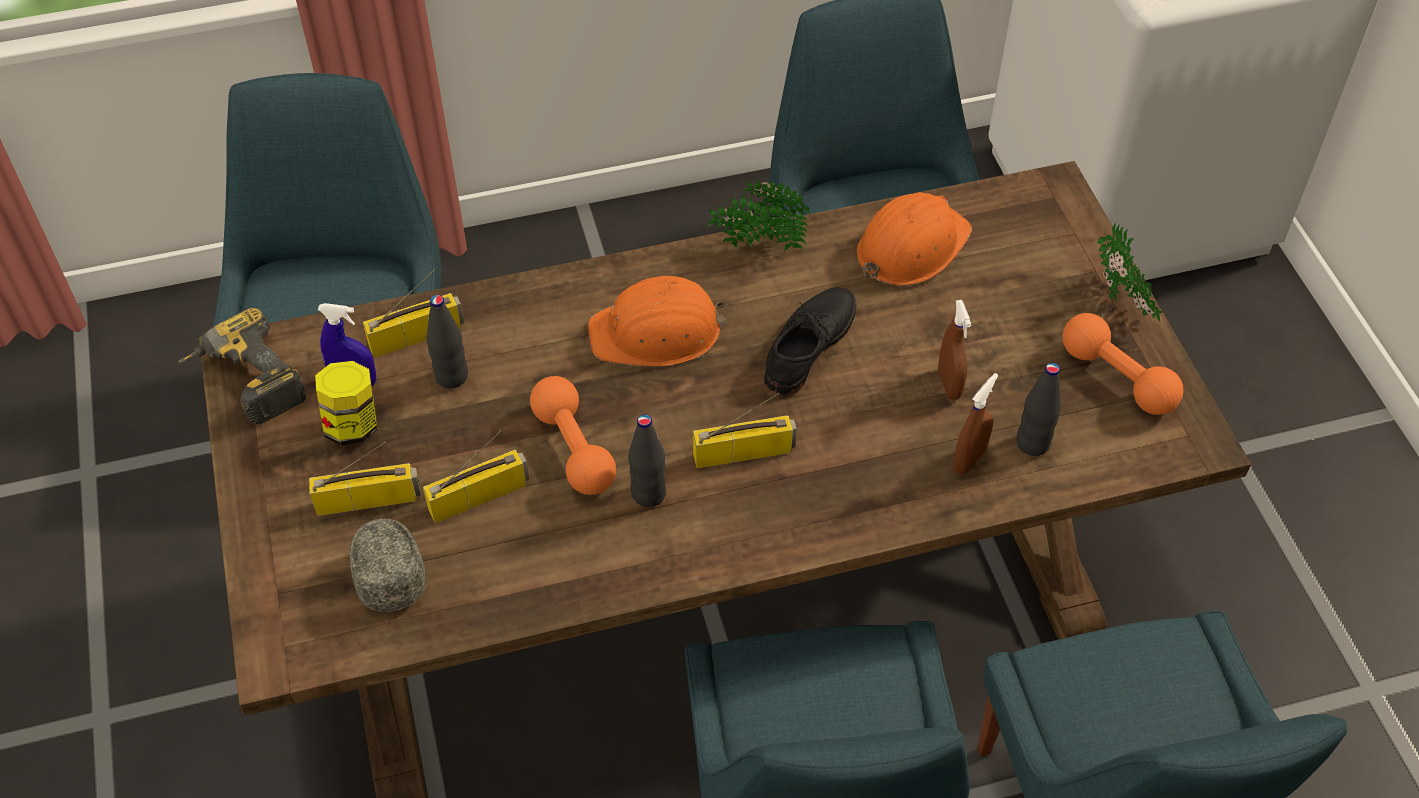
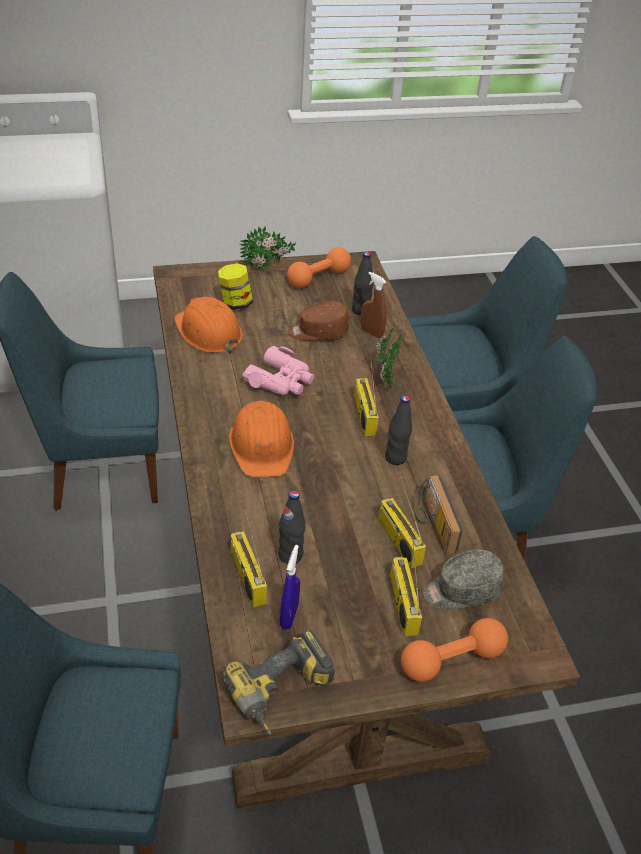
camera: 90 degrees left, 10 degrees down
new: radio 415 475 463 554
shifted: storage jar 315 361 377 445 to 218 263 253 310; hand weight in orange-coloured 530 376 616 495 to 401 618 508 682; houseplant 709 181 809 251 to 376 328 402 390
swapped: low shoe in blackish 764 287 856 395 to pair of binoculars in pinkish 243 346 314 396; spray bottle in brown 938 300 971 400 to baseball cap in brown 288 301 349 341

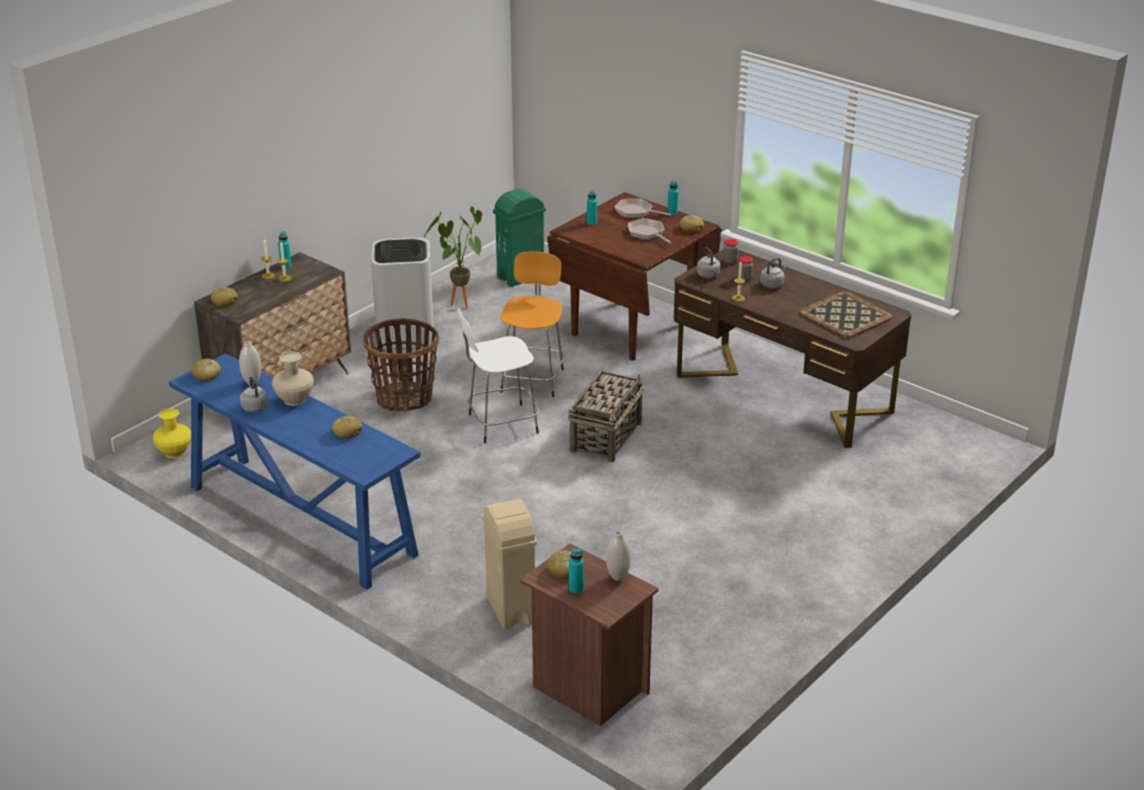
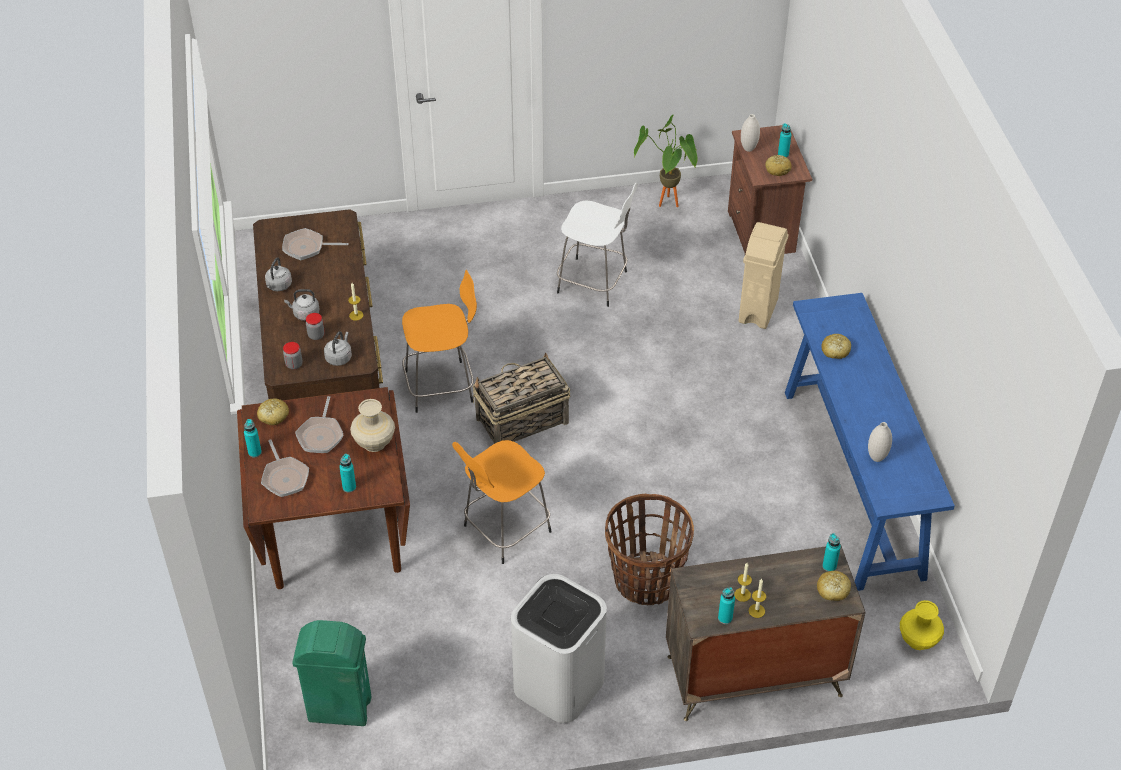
camera: 140 degrees left, 15 degrees up
gone: bread 192 359 221 381
new: sitting stool in orange-coloured 402 270 477 413; bottle in blue-green 822 533 841 572
shifted: kettle in greyish 240 376 268 412 to 265 257 292 291; vase in sand-coloured 272 351 314 406 to 350 399 395 452; houseplant 424 206 482 309 to 634 115 698 207; sitting stool in white 457 308 539 443 to 557 183 638 307
swapped: carrying tray 799 291 893 338 to pan 282 228 348 260

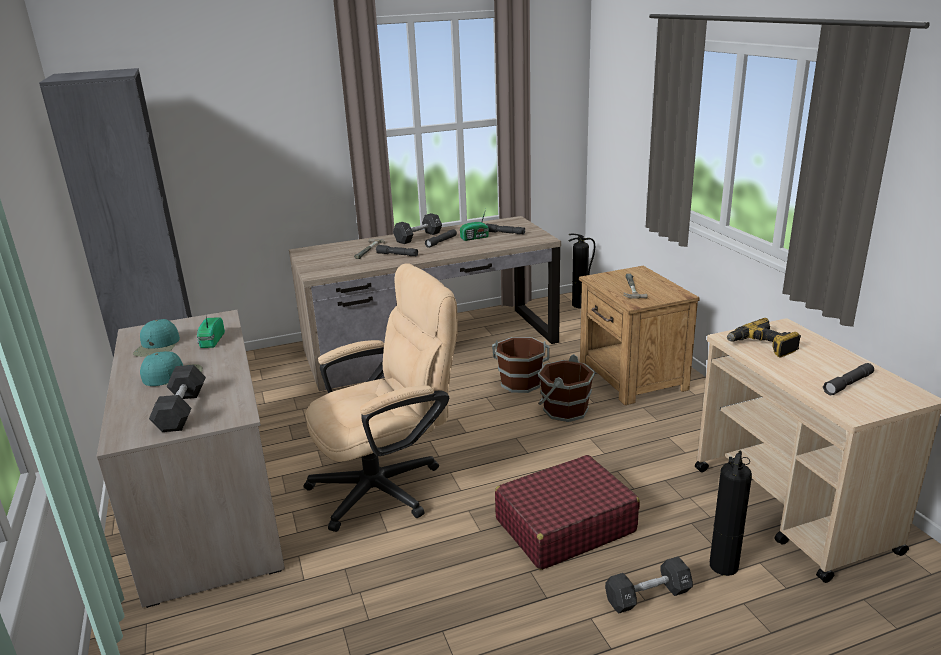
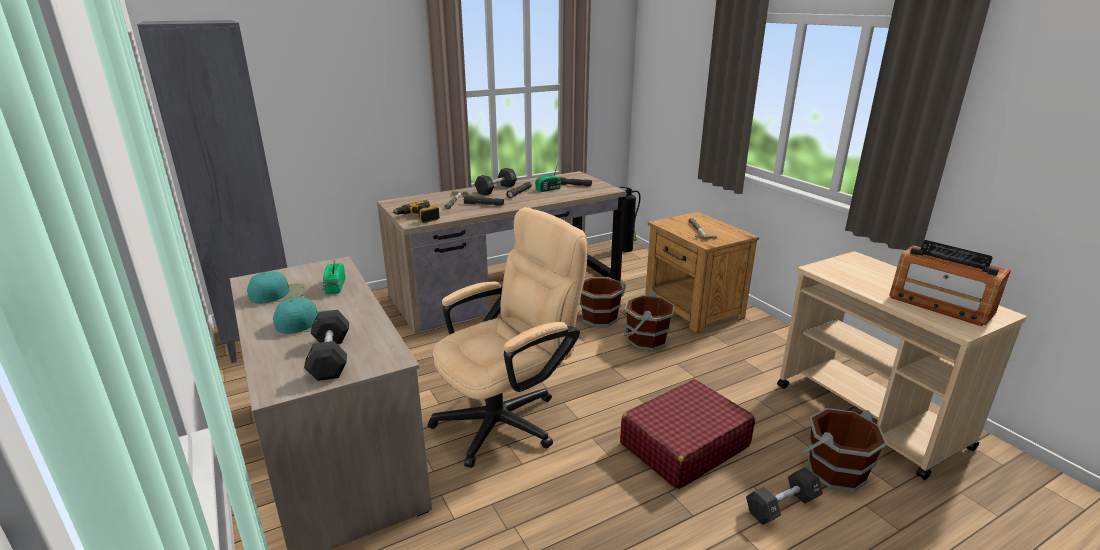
camera: 10 degrees left, 0 degrees up
shifted: drill 727 318 801 357 to 393 200 440 223
swapped: extinguisher 710 451 752 576 to pail in brown 802 408 887 492; hand torch in greyish 823 363 874 395 to radio 889 240 1011 326
rotated: baseball cap in blue-green 133 319 180 357 = 247 271 307 304 105 degrees counterclockwise

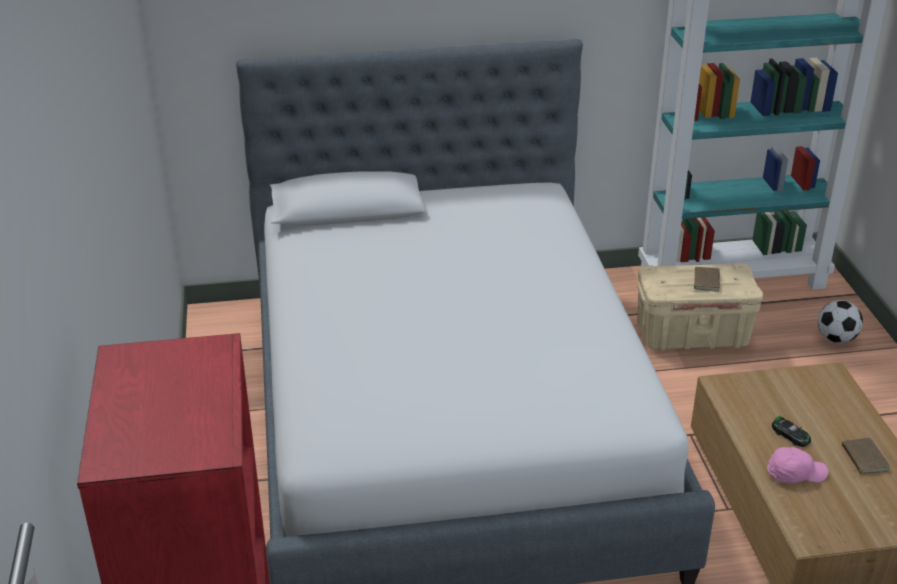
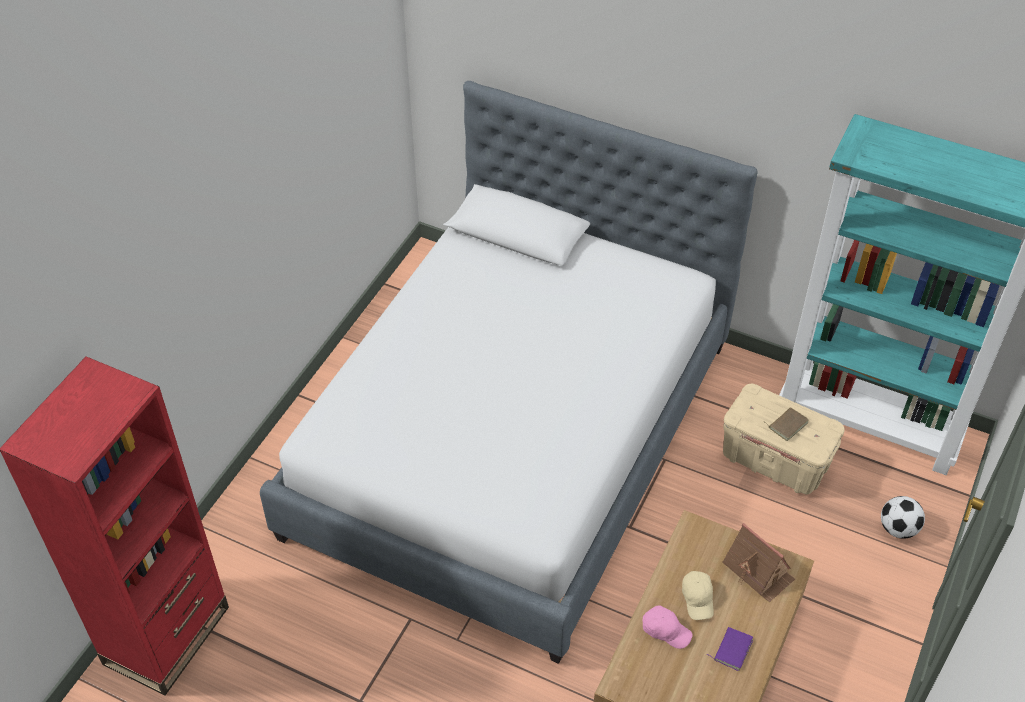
camera: 35 degrees right, 15 degrees up
new: toy house 722 523 795 603
swapped: miniature car 772 416 811 447 to baseball cap in sand-coloured 682 571 714 620
repainted: volume in brown 842 438 890 474 to volume in purple 706 627 753 671

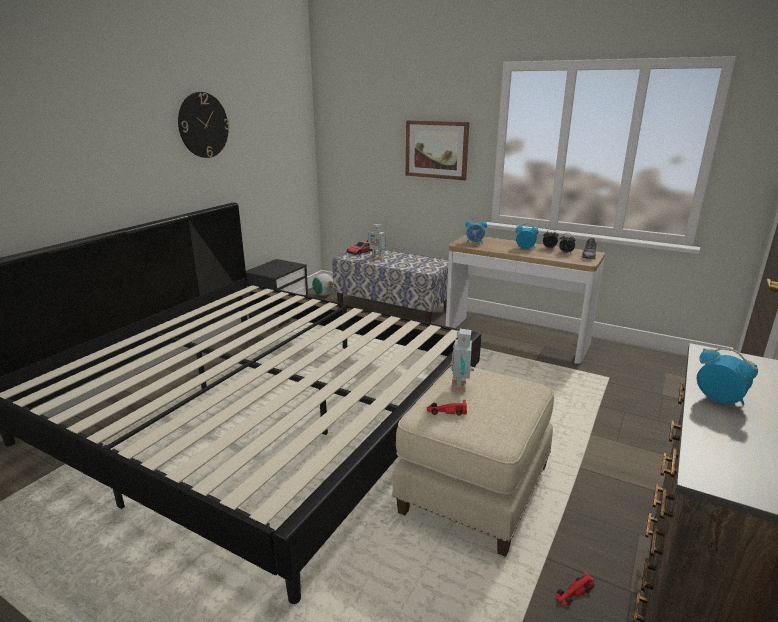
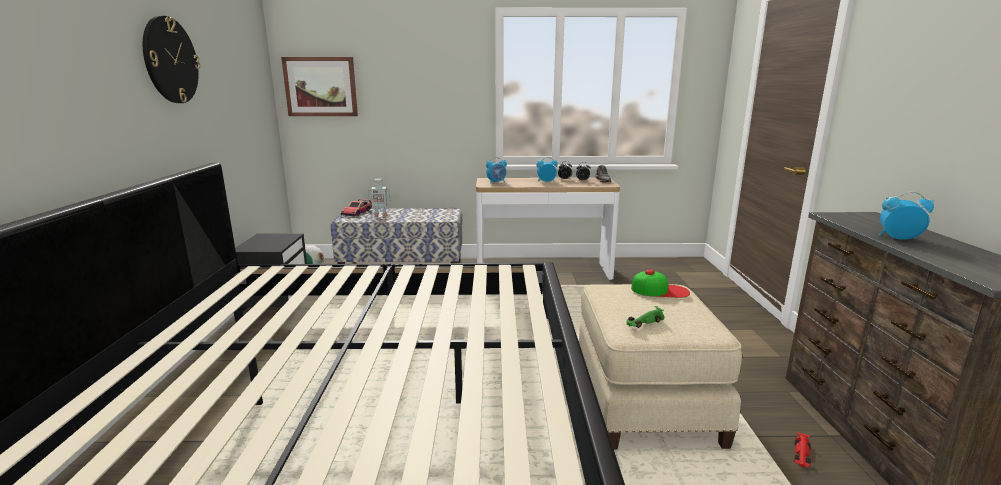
camera: 30 degrees left, 5 degrees down
gone: model robot 450 329 474 392
new: baseball cap 631 270 690 298
shifted: picture 406 120 469 180 to 281 57 358 116
repainted: miniature car in red 427 400 467 416 to miniature car in greenish 626 306 664 328

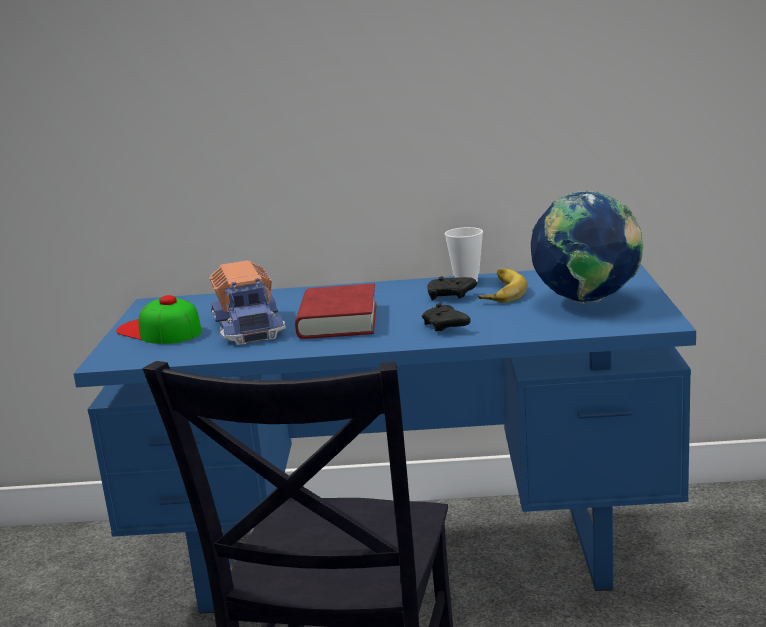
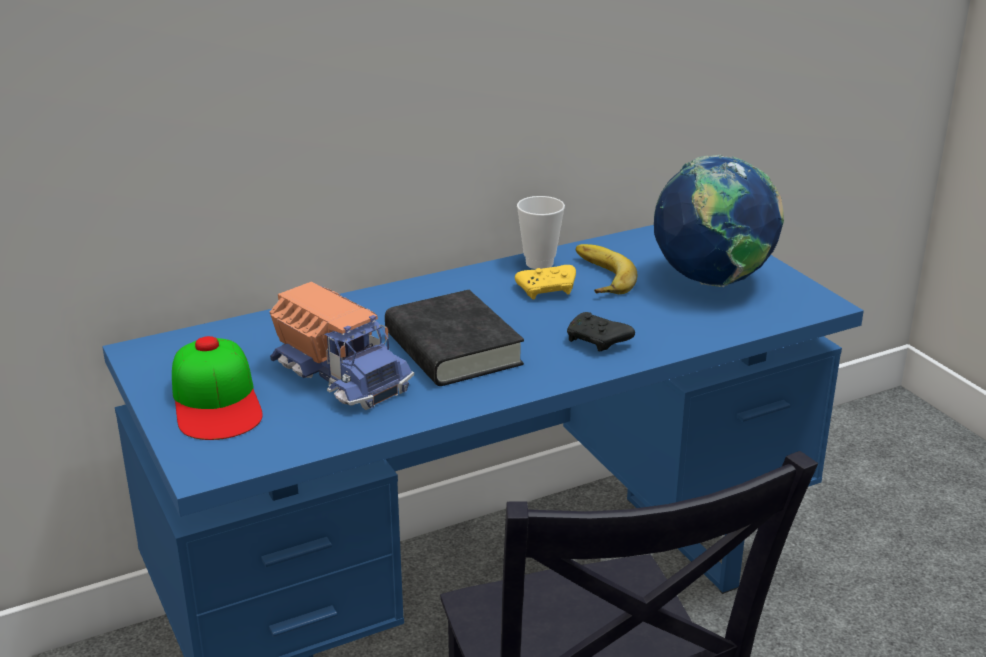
camera: 30 degrees left, 10 degrees up
repainted: volume in red 295 283 377 339 to volume in blackish 385 290 524 386; game controller in blackish 427 276 477 300 to game controller in yellow-coloured 515 265 576 299
rotated: baseball cap 116 295 202 344 = 172 336 263 440 120 degrees counterclockwise

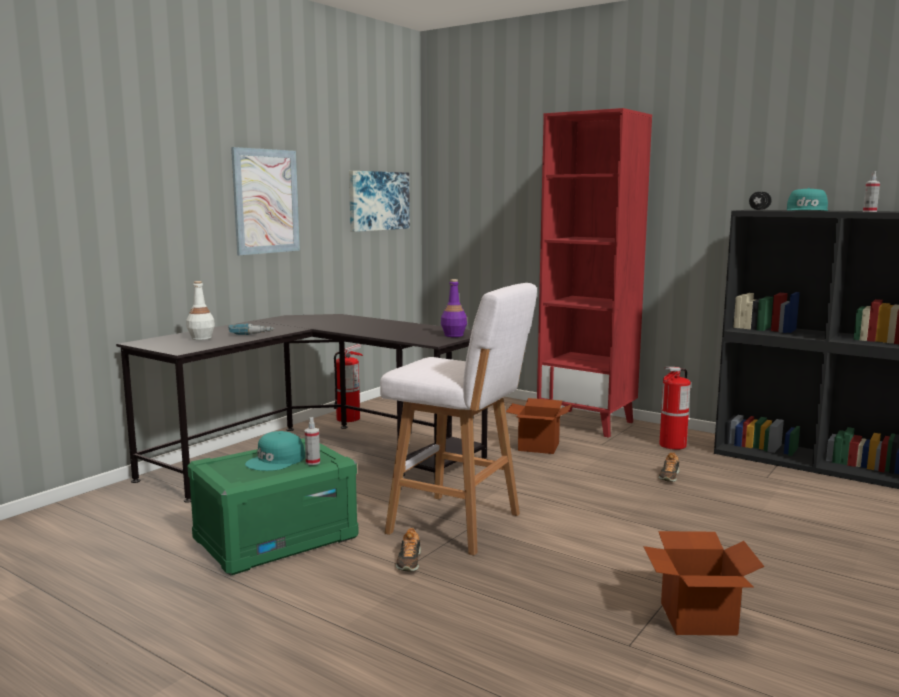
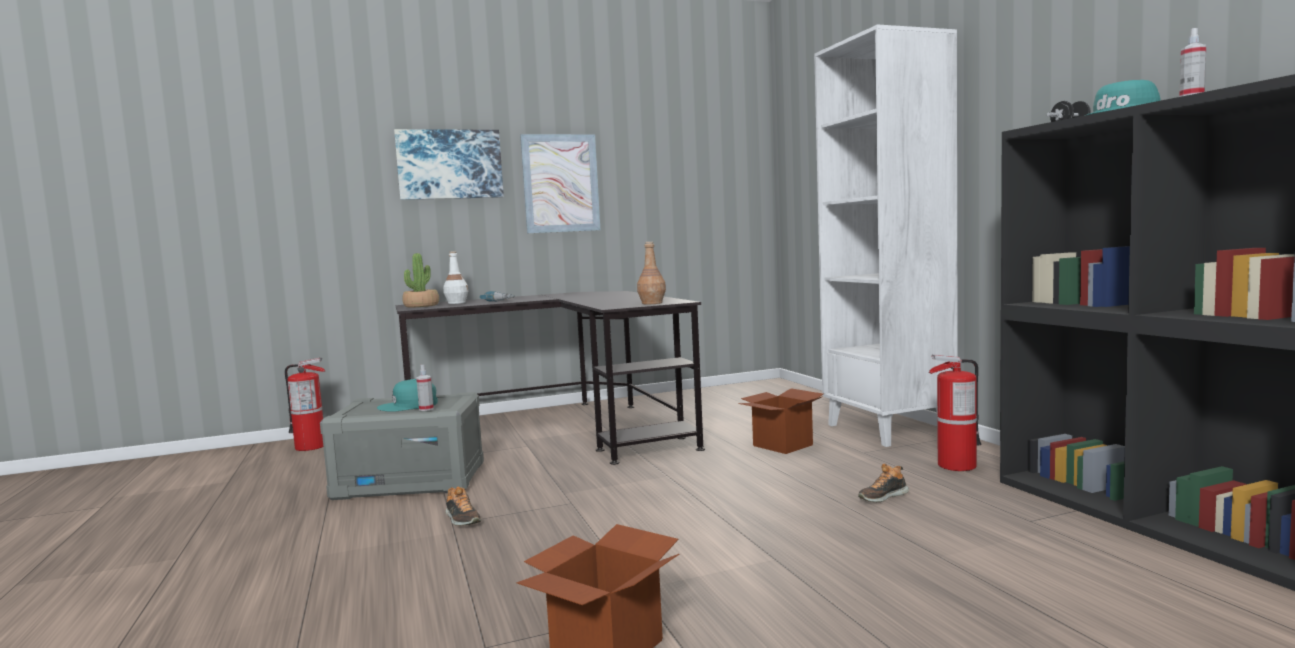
camera: 35 degrees right, 5 degrees down
gone: sitting stool in white 380 283 537 556
new: houseplant 402 253 439 308
shifted: extinguisher 334 344 363 422 to 285 357 325 451; picture 349 171 410 232 to 394 129 504 200
repainted: storage box in greenish 188 438 359 576 to storage box in greyish 320 392 484 500; bottle in purple 441 279 467 337 to bottle in brown 637 242 666 304; bookshelf in red 537 108 652 438 to bookshelf in white 814 24 958 447
rotated: low shoe 396 527 421 571 = 446 486 482 526 75 degrees counterclockwise

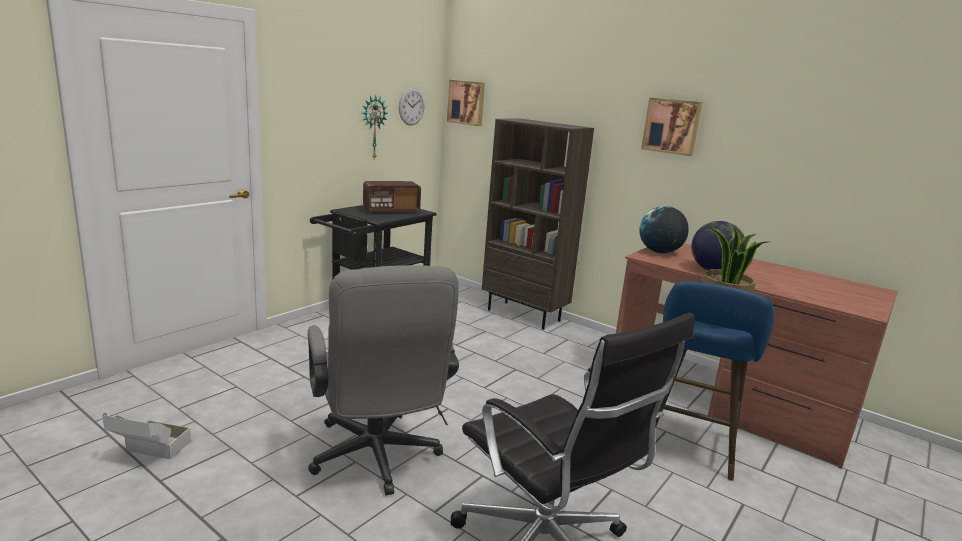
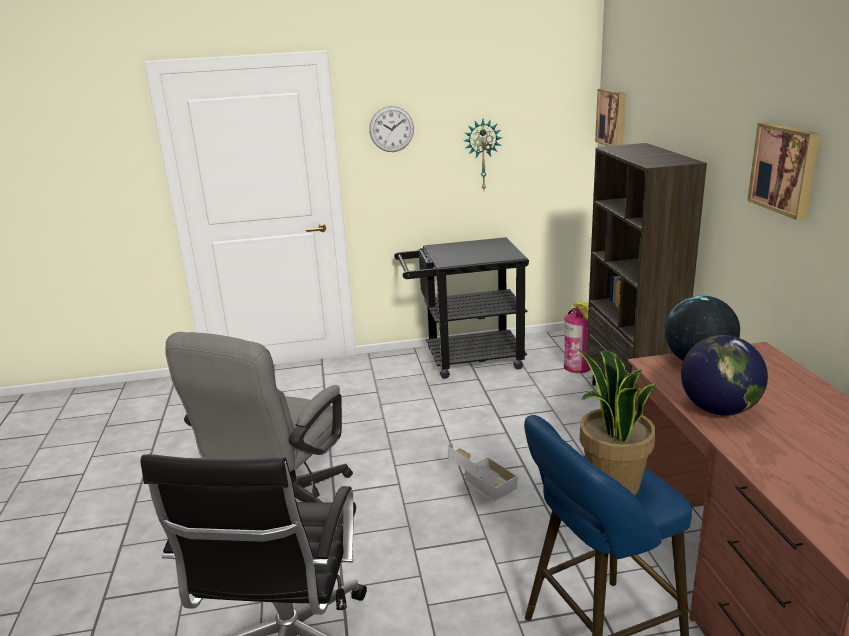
camera: 45 degrees right, 5 degrees up
gone: radio 363 181 421 214
new: extinguisher 564 302 591 373
shifted: carton 103 413 191 459 to 448 444 518 501; wall clock 399 88 424 126 to 369 106 414 152

